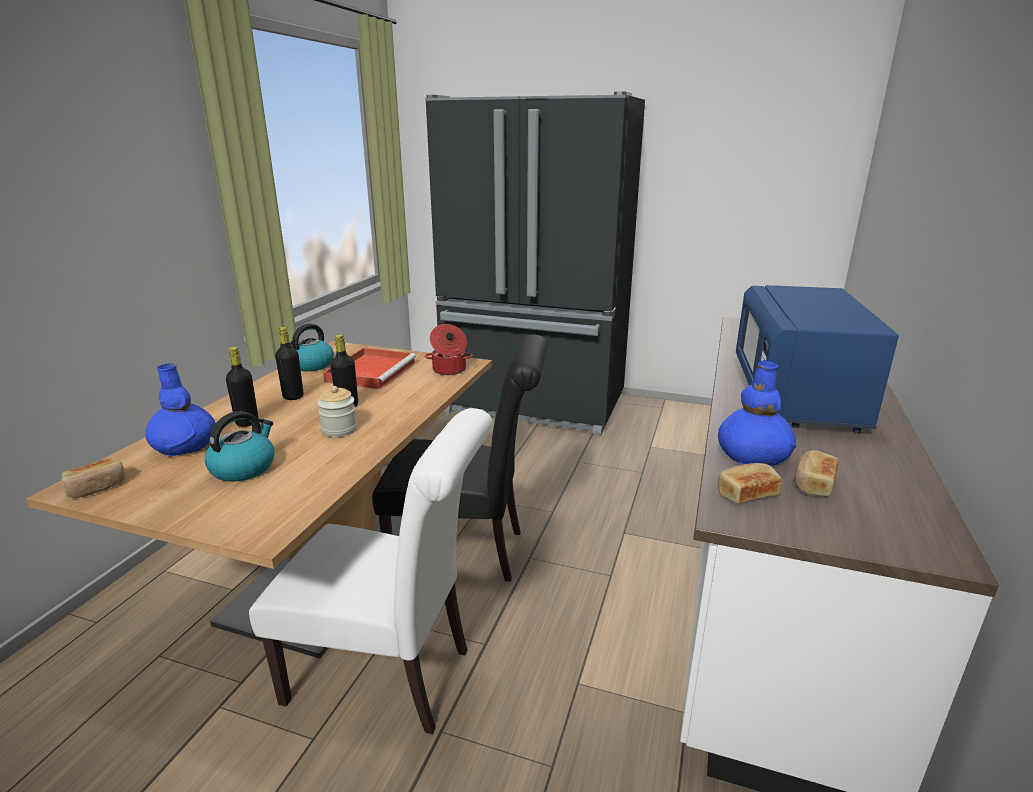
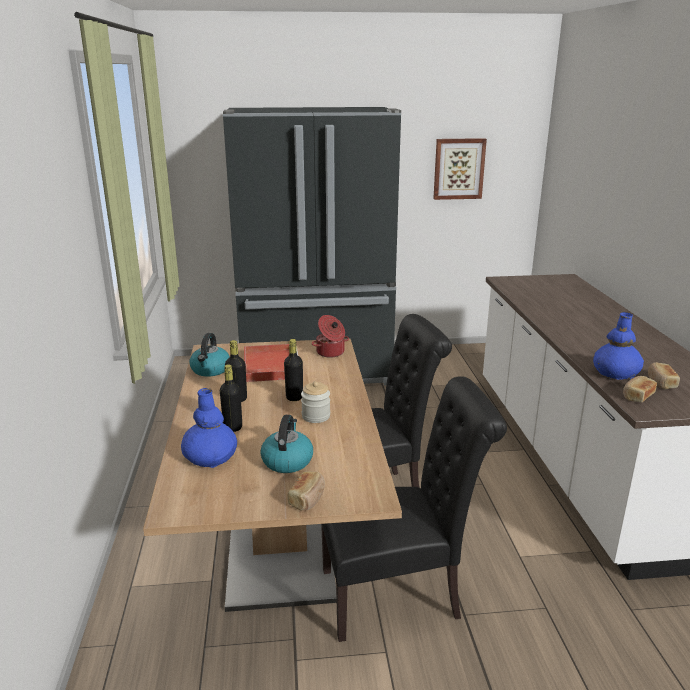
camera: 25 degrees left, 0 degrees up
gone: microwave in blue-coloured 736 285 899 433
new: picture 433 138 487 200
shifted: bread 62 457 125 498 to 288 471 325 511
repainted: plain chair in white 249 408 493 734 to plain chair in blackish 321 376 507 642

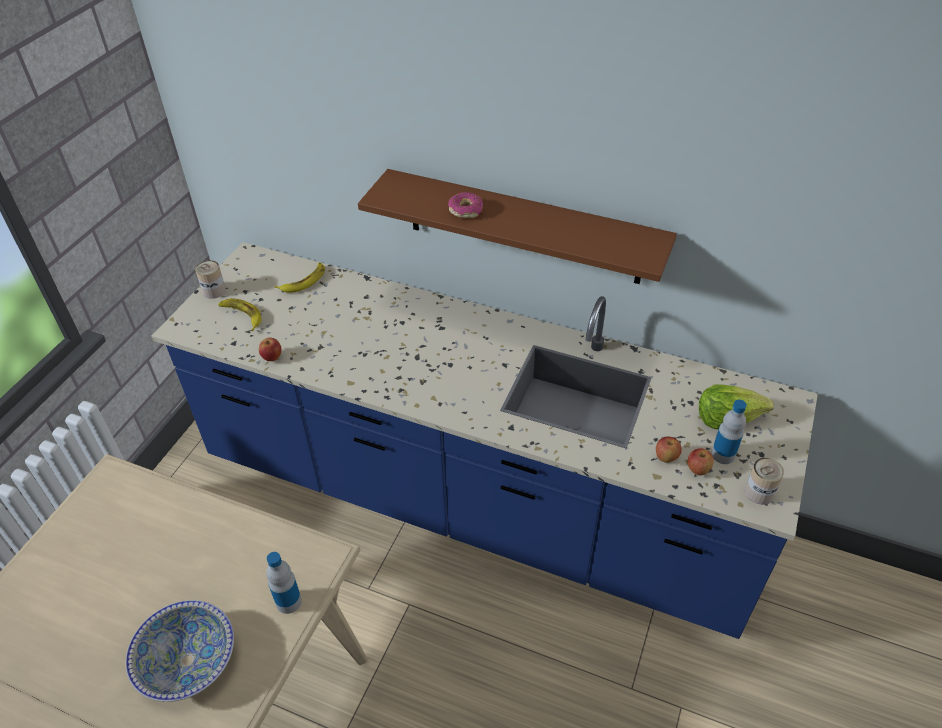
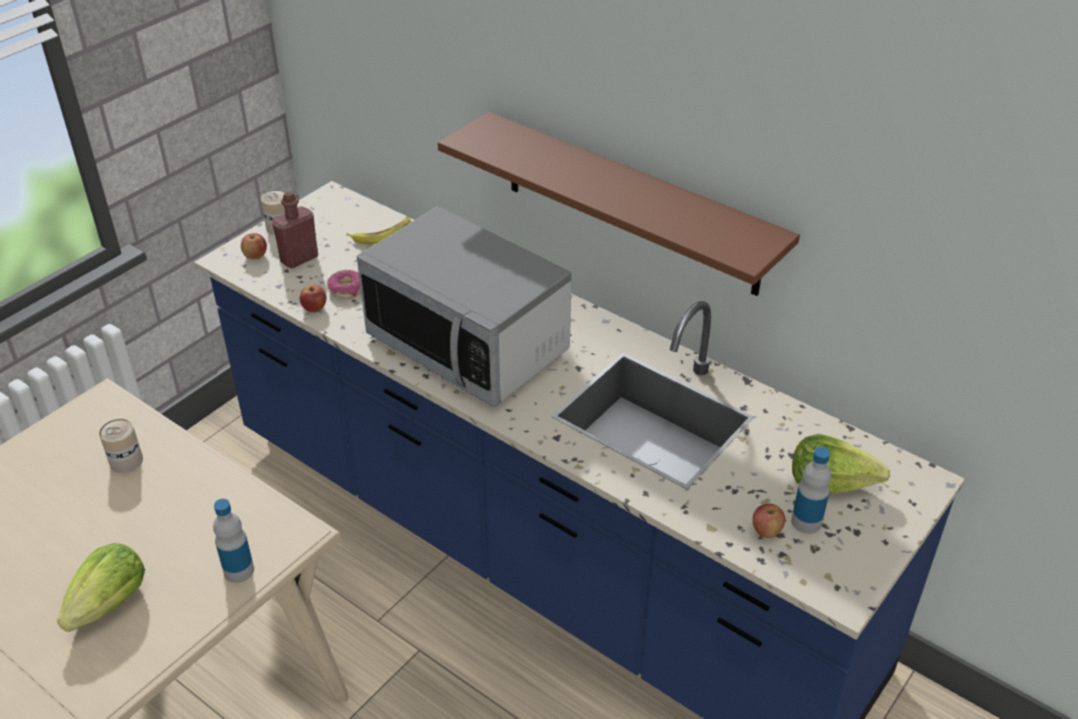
camera: 15 degrees right, 5 degrees down
new: microwave 357 206 571 407
shifted: ring doughnut 448 192 483 218 to 327 270 361 299; apple fruit 656 437 682 463 to 241 233 267 259; sealed can 745 458 784 505 to 99 419 143 473
swapped: serving bowl 126 600 234 702 to lettuce head 57 543 145 632; whole banana 218 298 261 331 to bottle in red 272 191 318 269

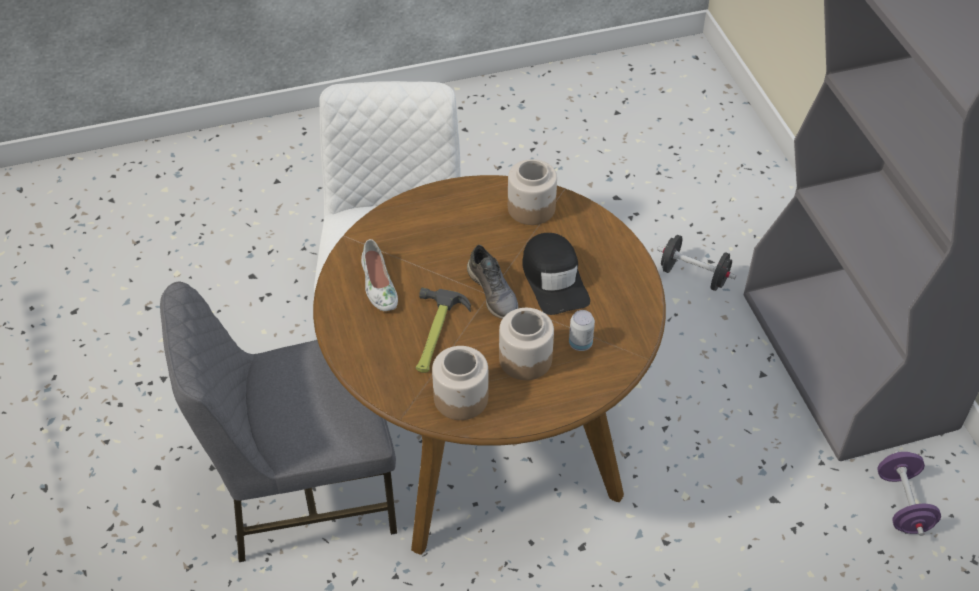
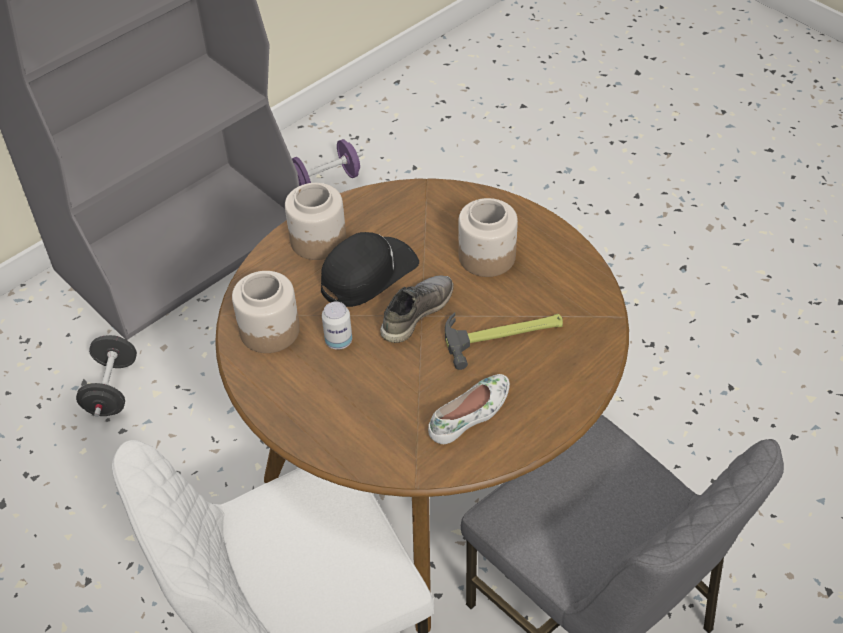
camera: 115 degrees left, 0 degrees up
shifted: storage jar 432 346 488 420 to 285 183 346 260; sealed can 569 310 595 351 to 322 302 352 350

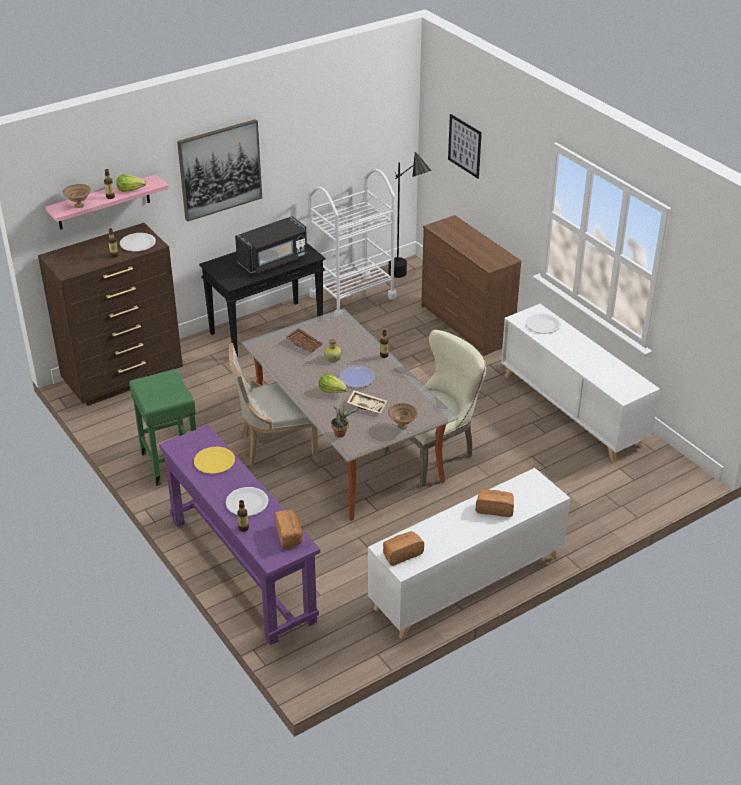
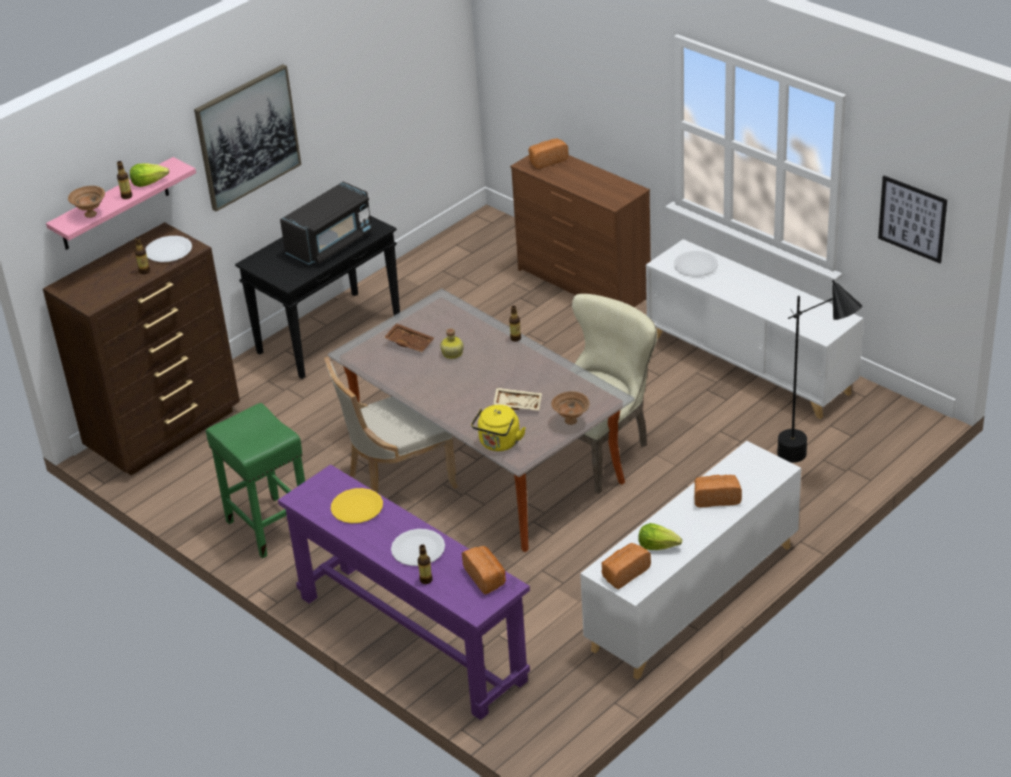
camera: 10 degrees left, 0 degrees up
gone: cart in white 309 169 397 311; plate 339 366 375 388
new: bread 528 138 569 169
shifted: lettuce head 319 374 348 393 to 639 523 682 550; floor lamp in blackish 388 152 431 278 to 777 280 862 463; picture 448 114 482 179 to 878 176 947 263
swapped: houseplant 331 406 360 438 to kettle in yellow-coloured 471 405 526 451

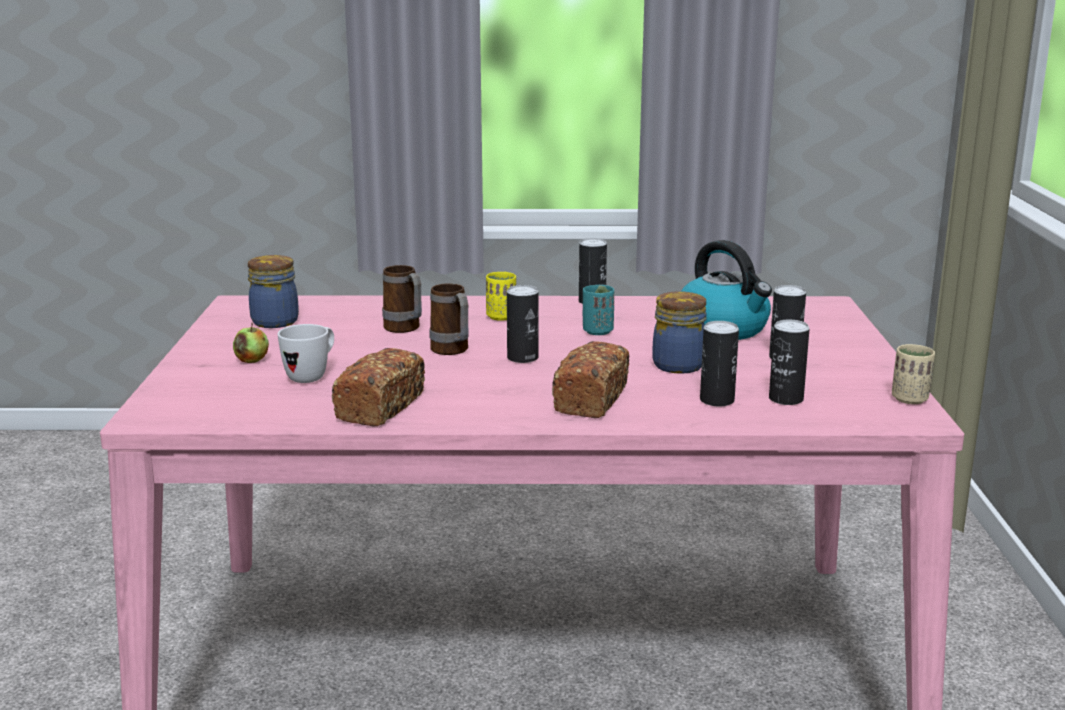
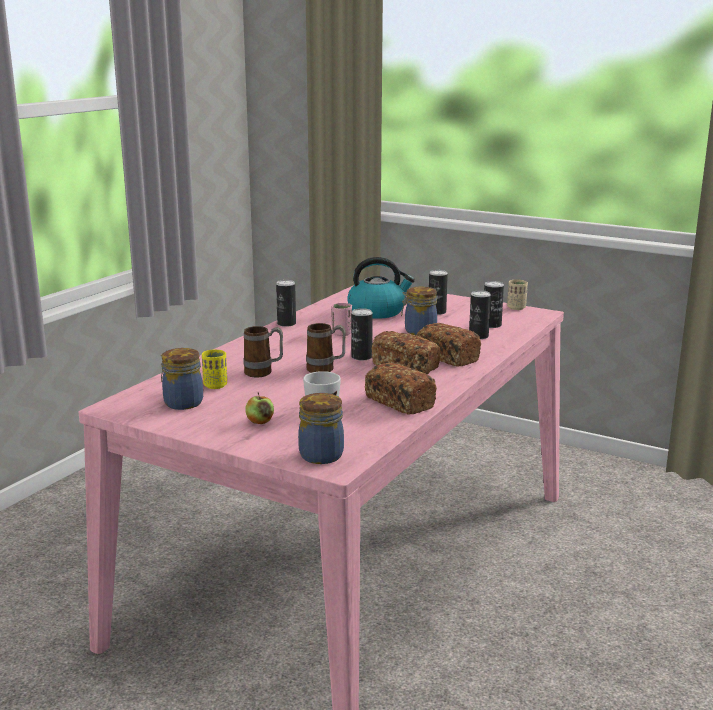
camera: 60 degrees left, 0 degrees up
new: storage jar 298 393 344 464; bread 371 331 440 374
shifted: drinking cup in yellow-coloured 486 272 516 321 to 202 350 227 389
repainted: drinking cup in blue-green 583 285 614 335 to drinking cup in pinkish 331 303 352 336

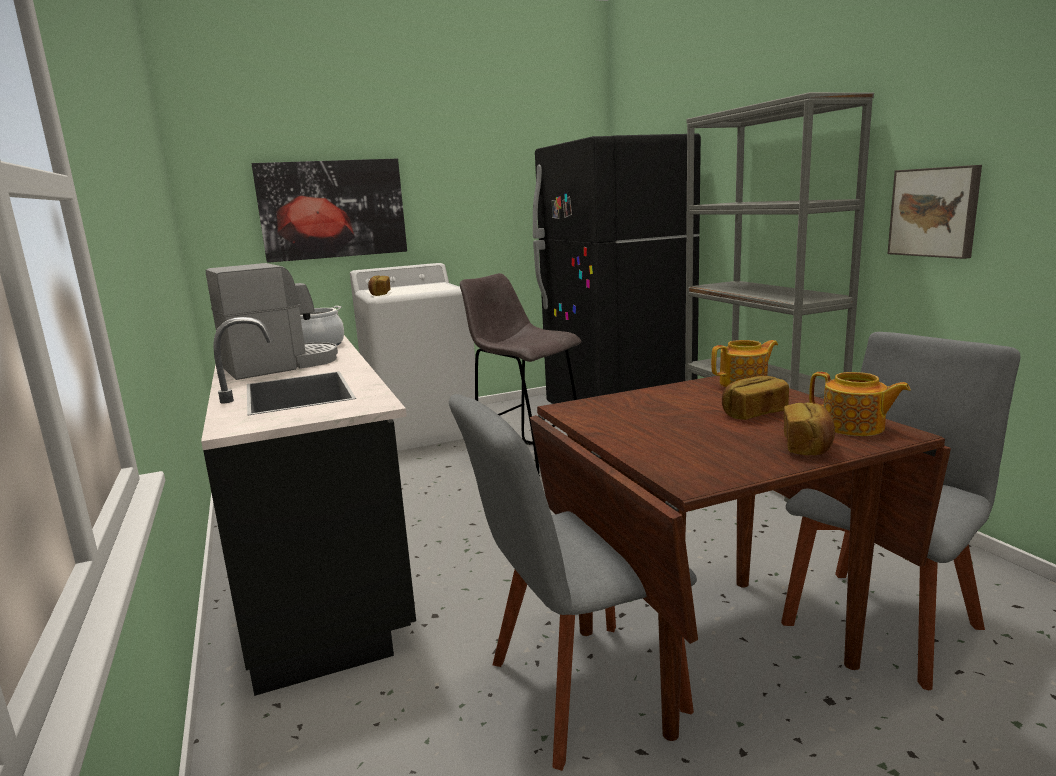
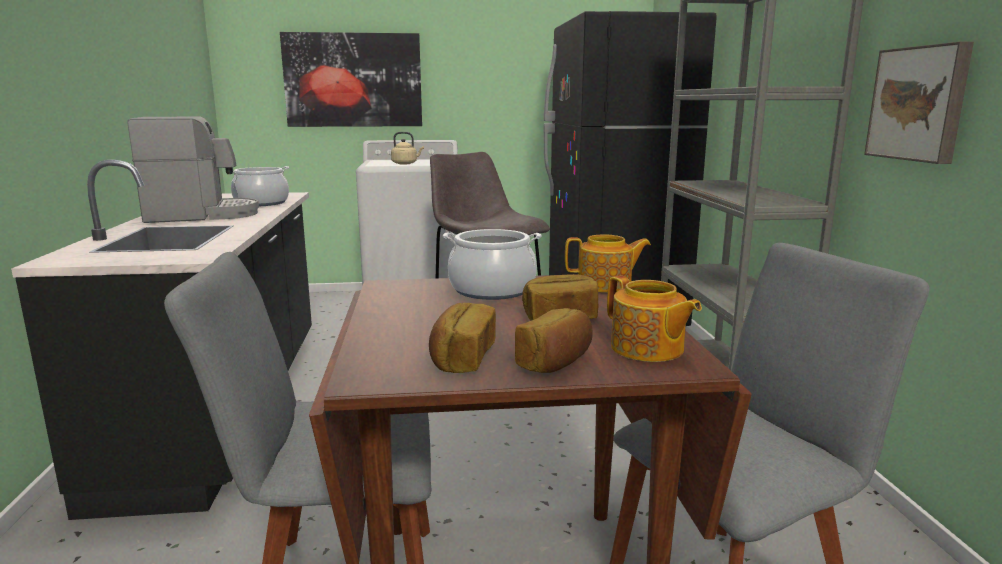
camera: 15 degrees right, 0 degrees up
new: kettle in sand-coloured 391 132 424 164; cooking pot 443 229 542 300
shifted: bread 368 276 390 296 to 429 303 496 373

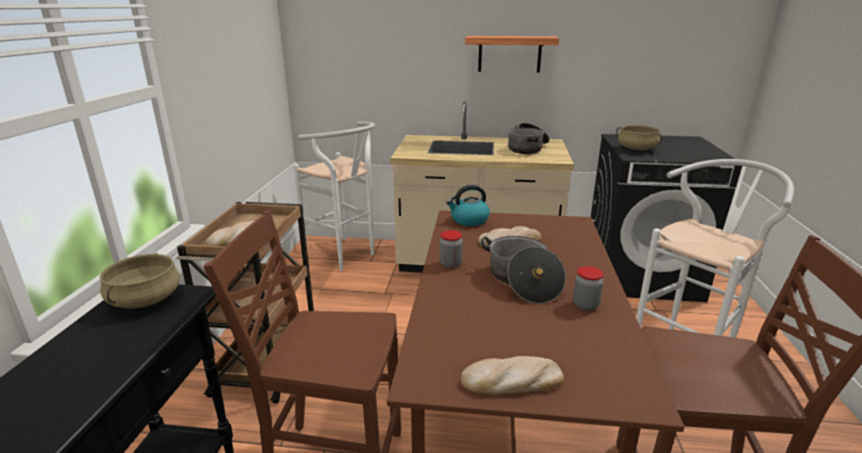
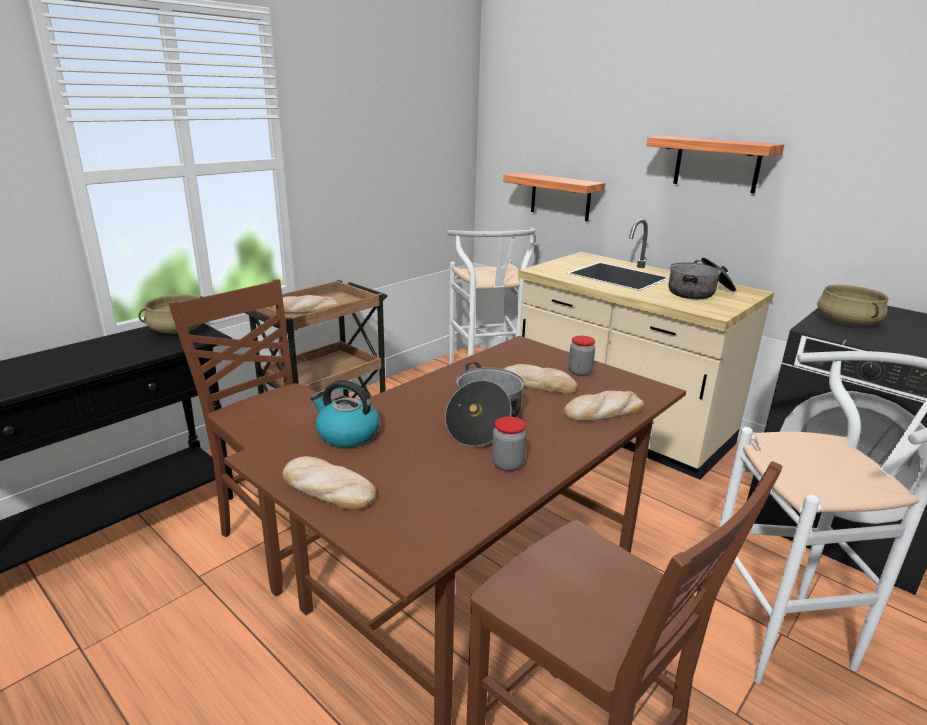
camera: 35 degrees right, 0 degrees up
new: wall shelf 503 173 605 222; bread 563 391 644 421
shifted: storage jar 439 230 463 268 to 568 336 595 376; kettle 446 185 490 226 to 310 380 380 448

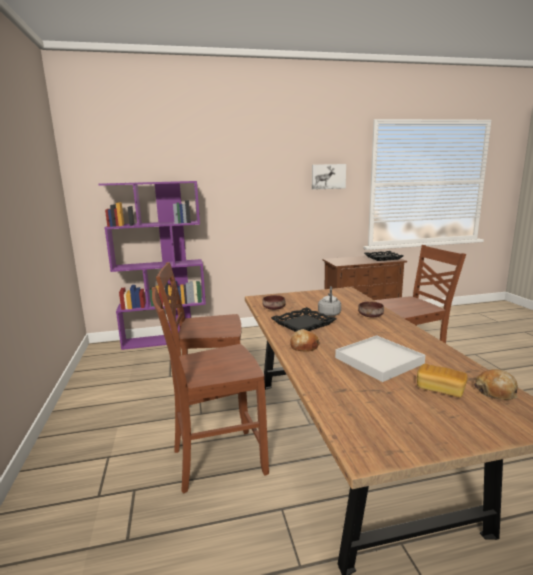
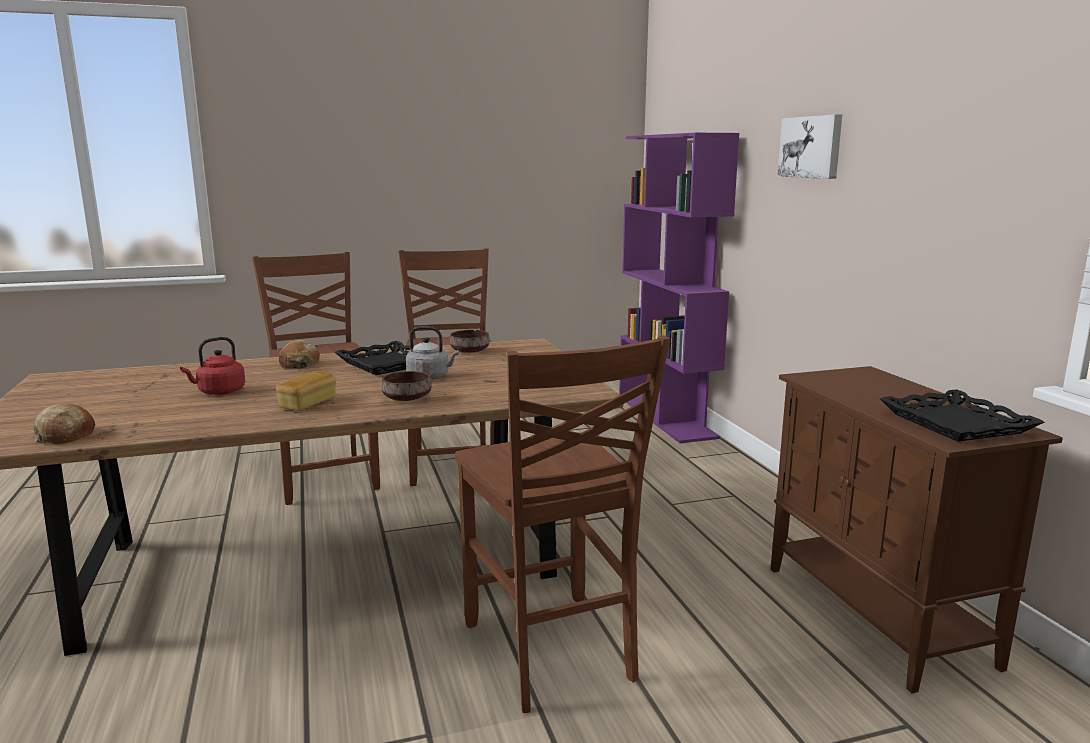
camera: 85 degrees right, 0 degrees up
shifted: picture 312 164 346 190 to 778 114 842 179; bread 417 364 468 397 to 276 371 336 411
swapped: carrying tray in white 335 335 426 382 to kettle in red 180 337 245 395

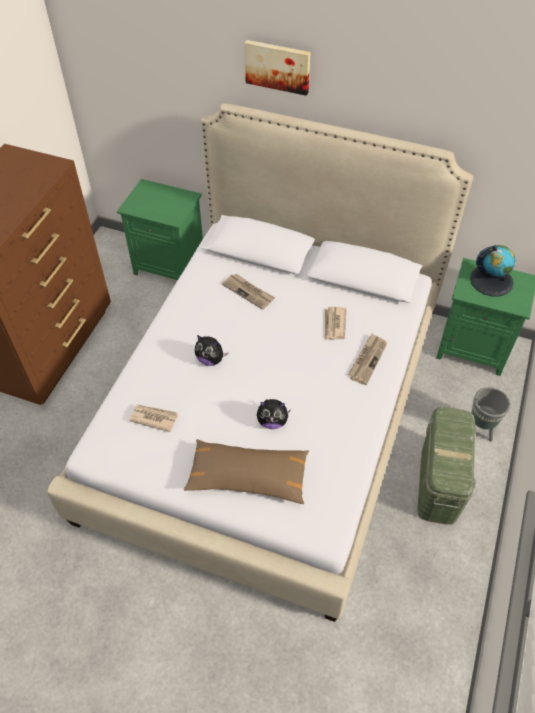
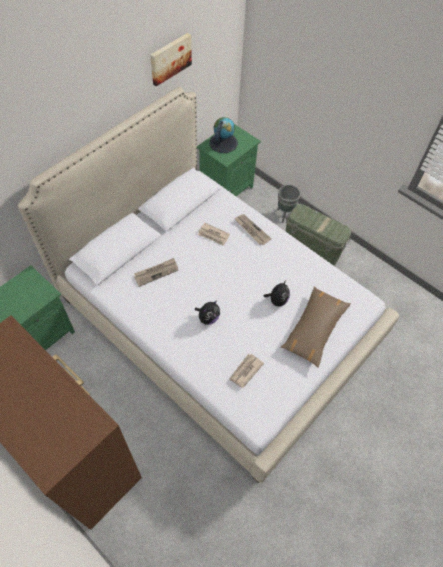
camera: 70 degrees left, 5 degrees up
shifted: picture 245 40 310 96 to 150 33 192 86

